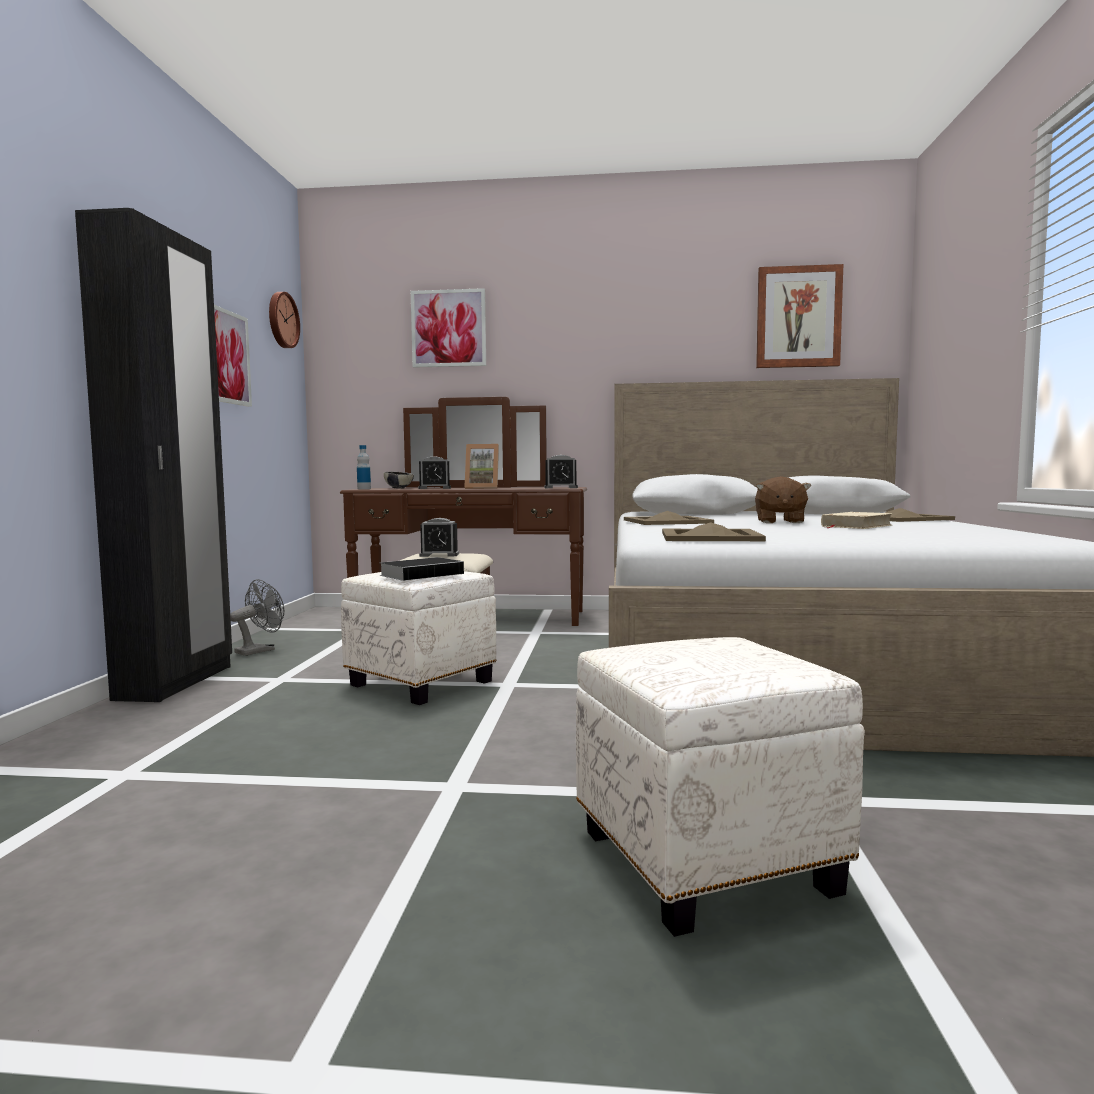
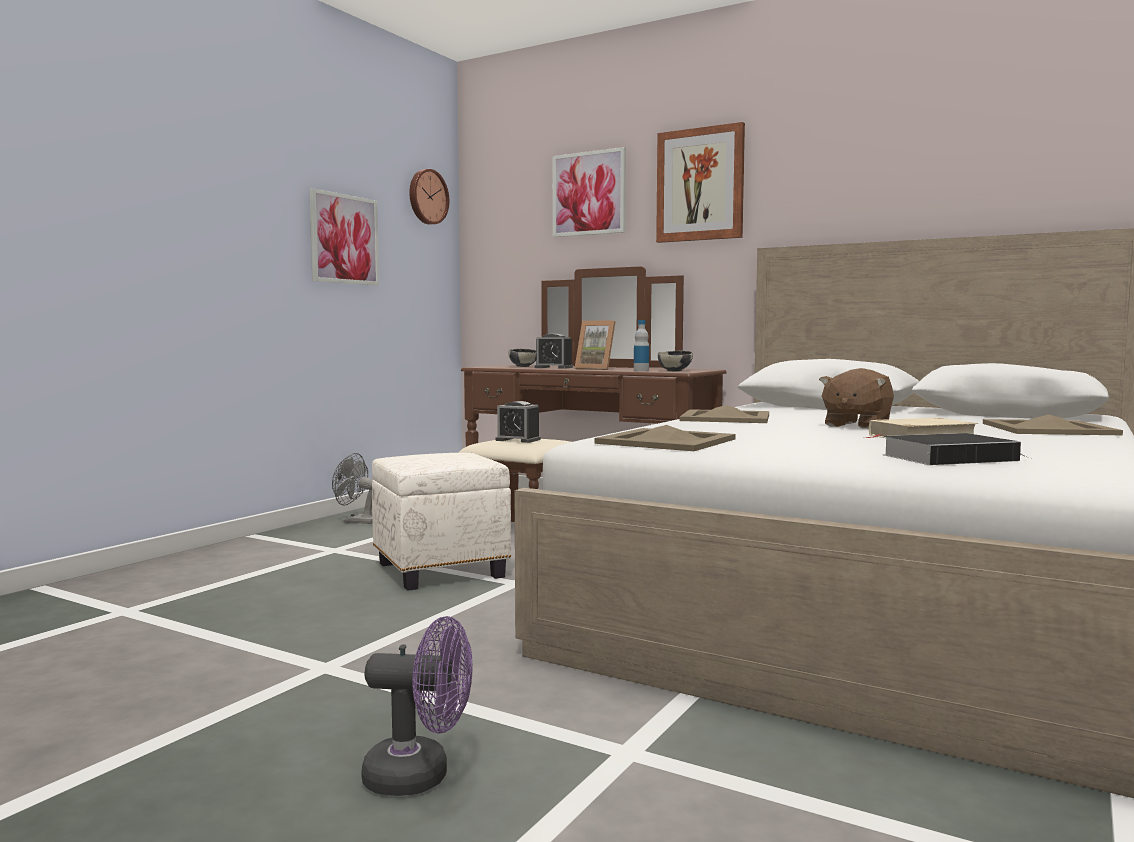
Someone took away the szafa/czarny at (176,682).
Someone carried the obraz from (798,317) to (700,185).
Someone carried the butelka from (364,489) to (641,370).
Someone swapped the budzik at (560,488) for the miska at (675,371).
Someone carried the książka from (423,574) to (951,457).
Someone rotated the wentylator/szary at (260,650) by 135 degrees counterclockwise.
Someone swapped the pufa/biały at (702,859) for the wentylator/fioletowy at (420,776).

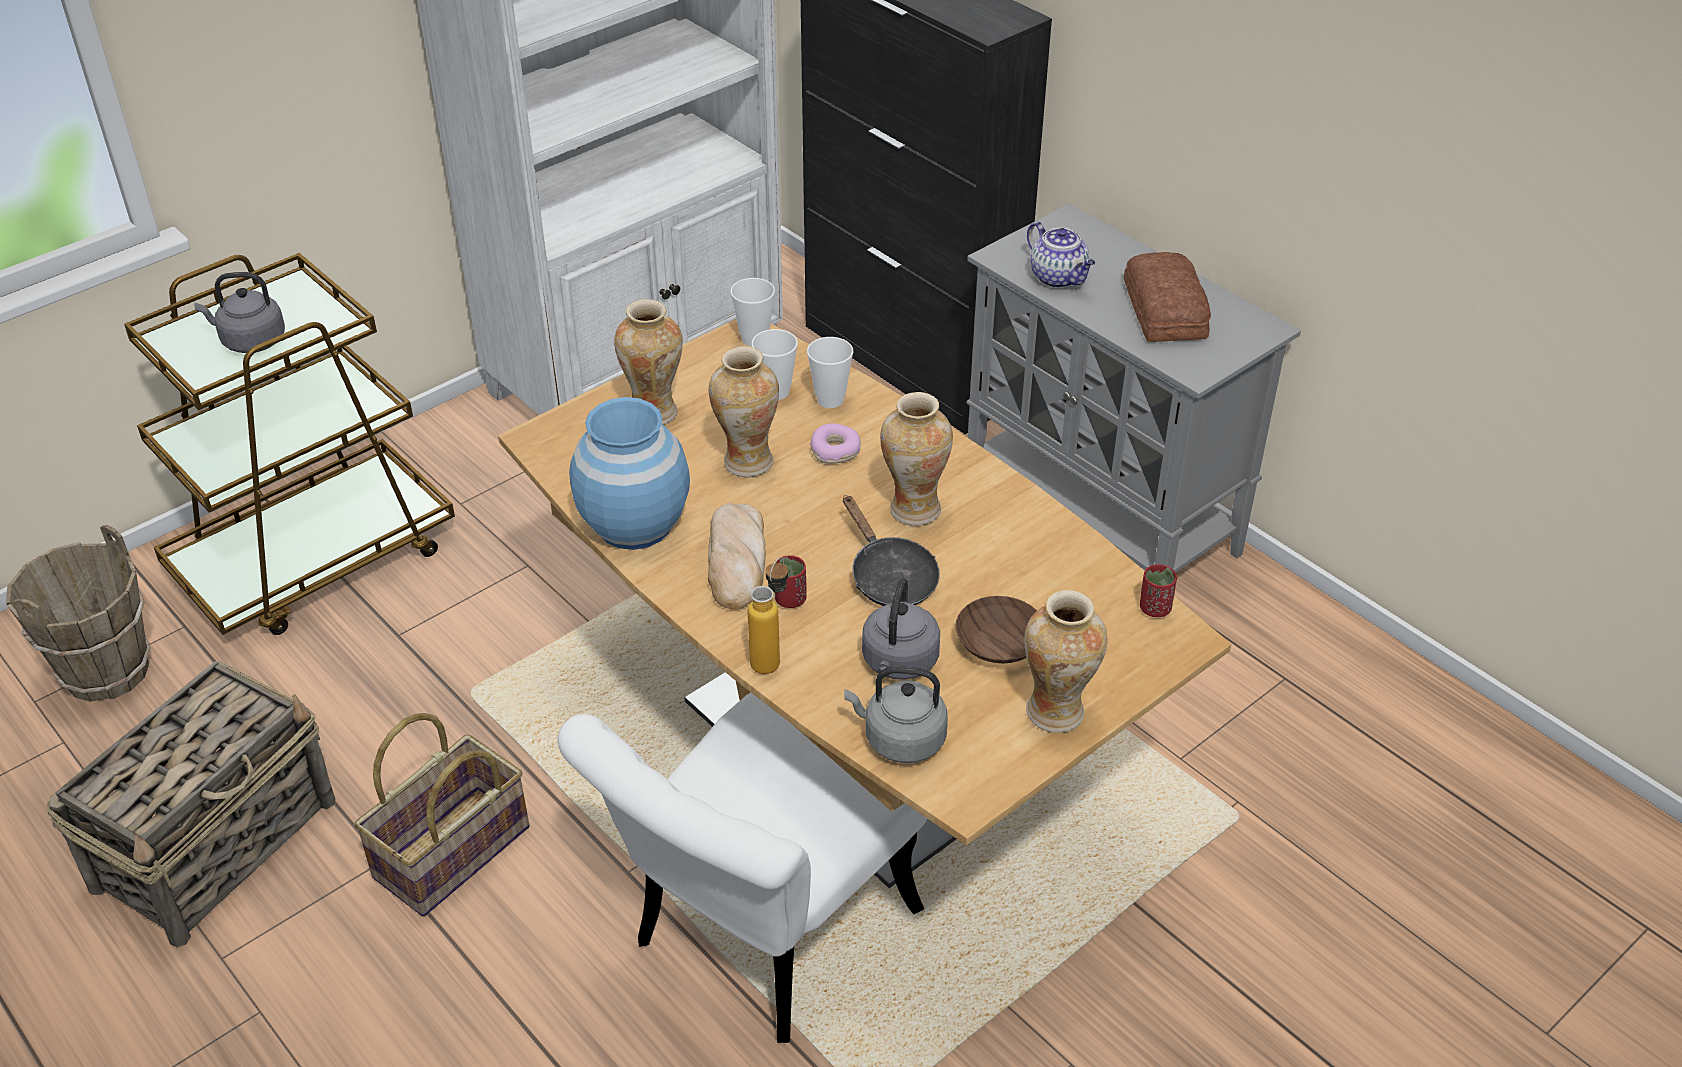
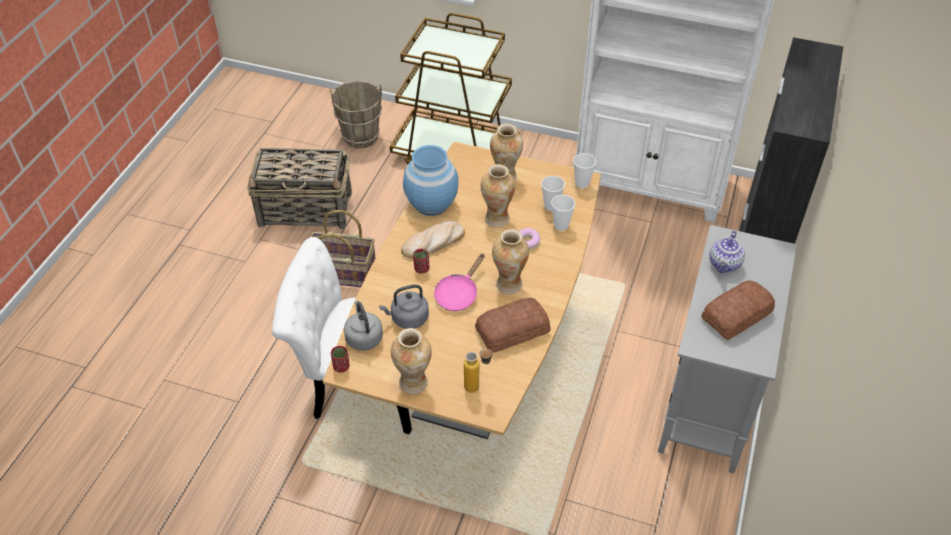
Someone took away the czajnik/szary at (250,341).
Someone repainted the patelnia/czarny at (889,577), which became the patelnia/różowy at (458,294).
Someone carried the butelka from (771,656) to (478,387).
Someone carried the filiżanka/czerwony from (1155,608) to (341,367).
Someone took away the miska/brązowy at (997,642).
Someone put down the chleb at (511,330).

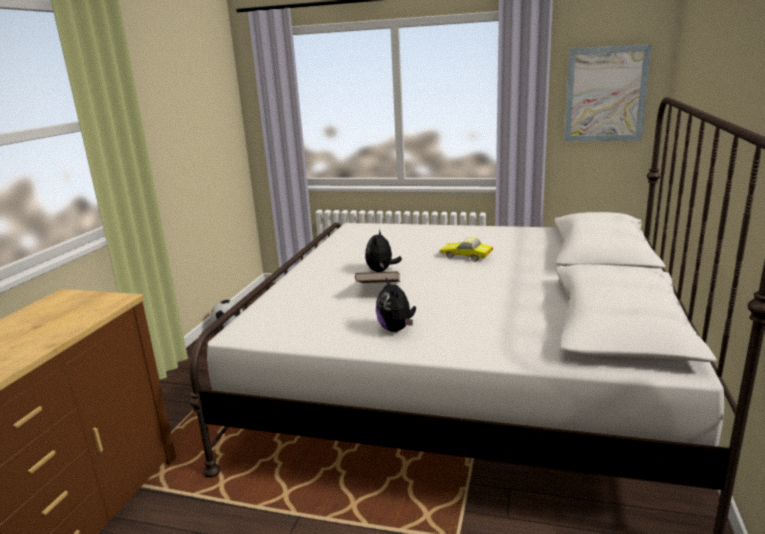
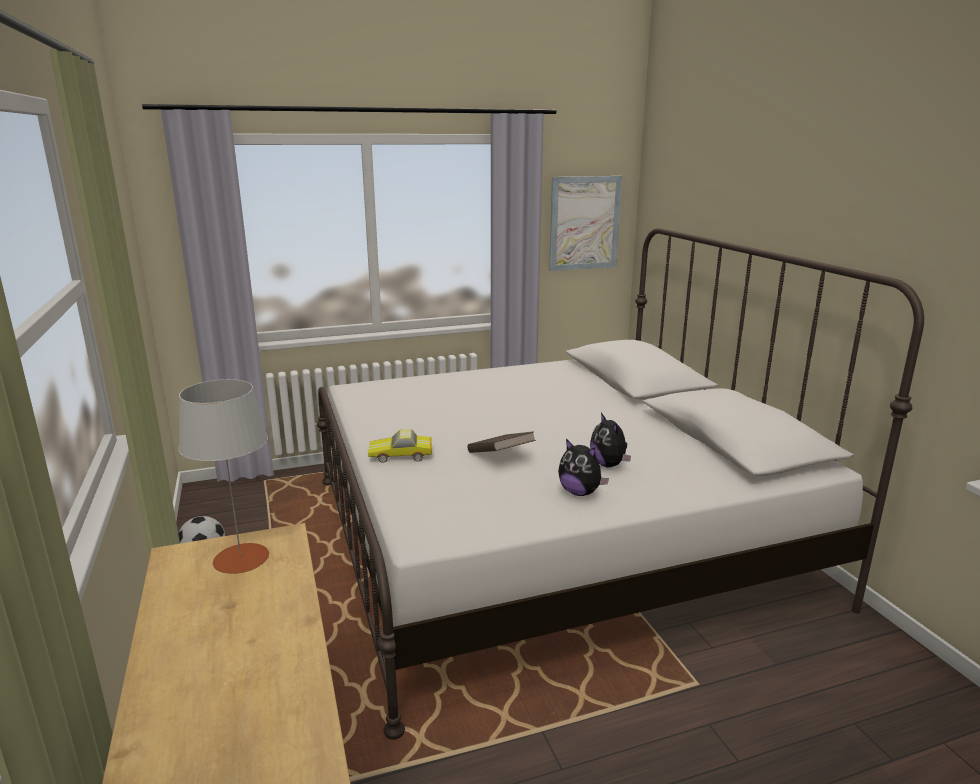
Someone carried the pluszak from (381,271) to (609,465).
Someone carried the samochodzik from (466,256) to (401,455).
Someone put down the lampa stołowa/szary at (241,558).

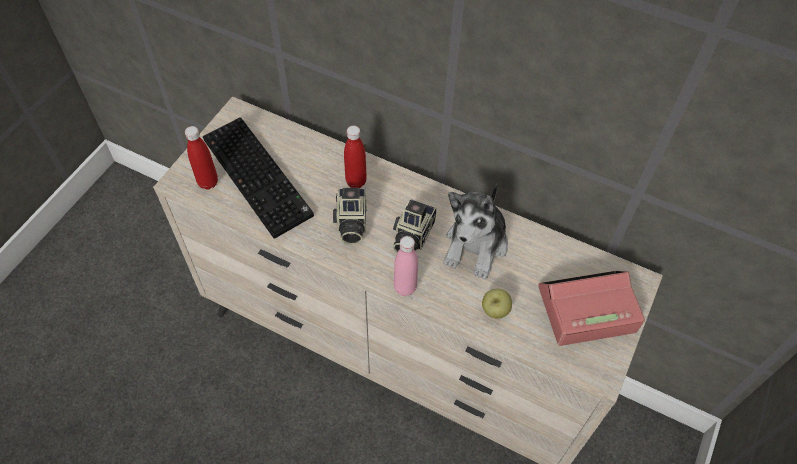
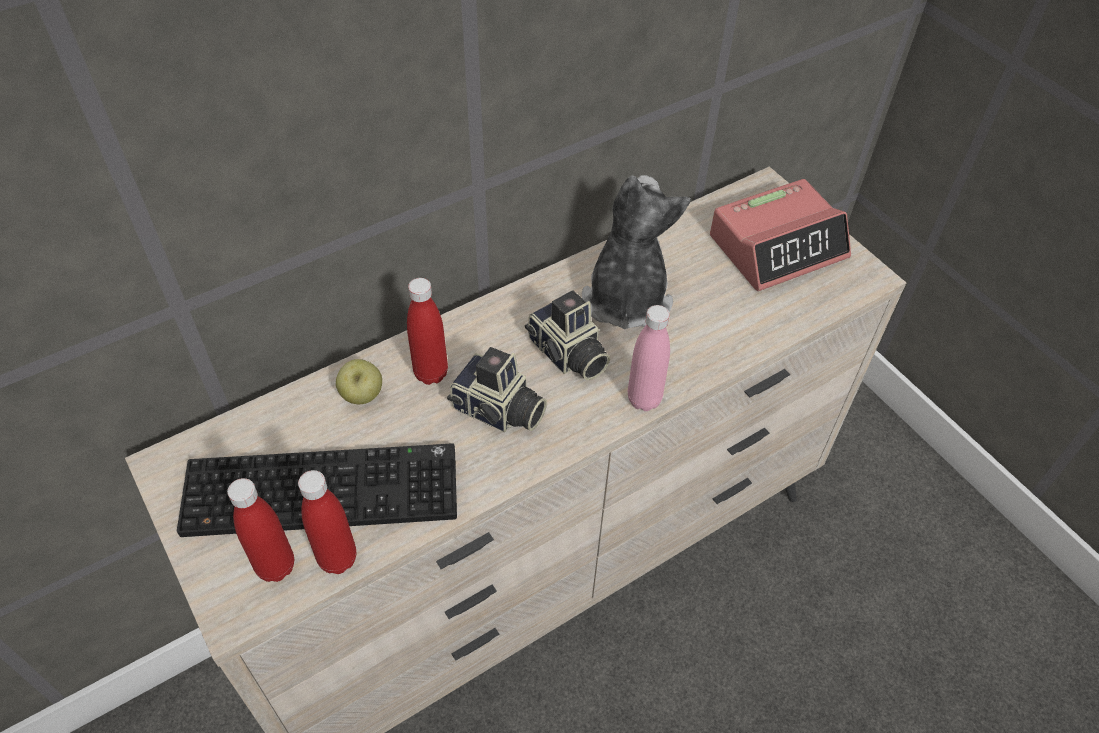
Someone rotated the pluszak at (476,245) by 135 degrees counterclockwise.
Someone rotated the budzik at (586,309) by 135 degrees counterclockwise.
Someone carried the jabłko from (495,310) to (362,395).
Someone put down the butelka/czerwony at (337,559).

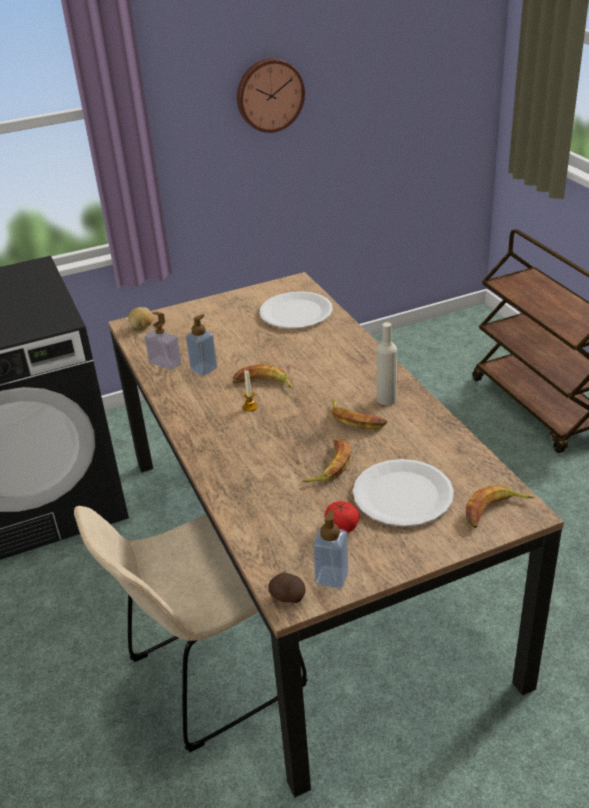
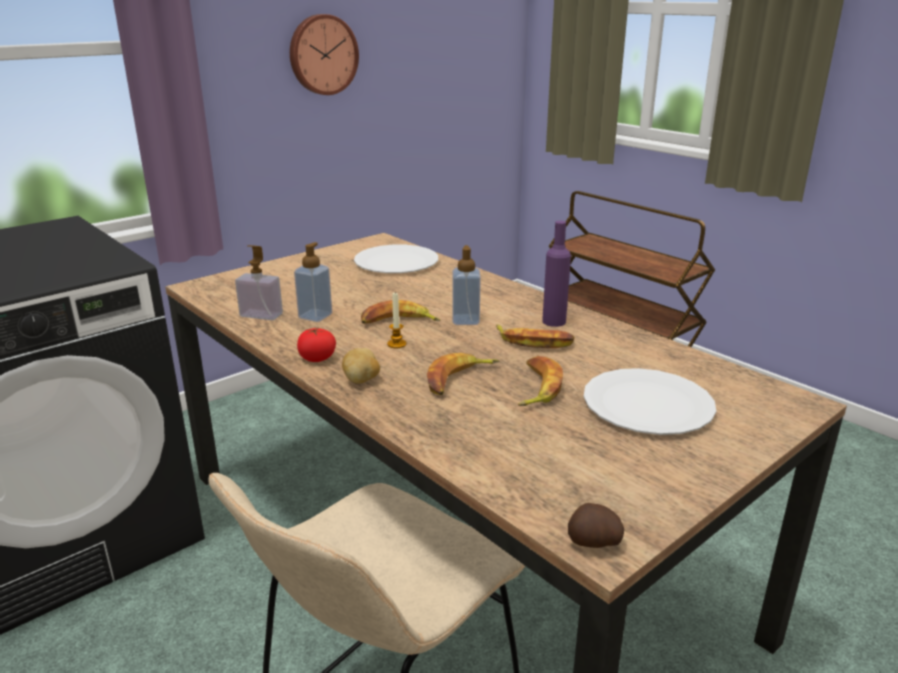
Someone carried the ziemniak from (142,327) to (361,380).
Someone repainted the butelka/beżowy at (386,399), which became the butelka/fioletowy at (554,321).
Someone carried the banan from (494,511) to (458,379).
Someone carried the pomidor from (341,527) to (317,358).
Someone carried the dozownik mydła from (332,577) to (465,320).

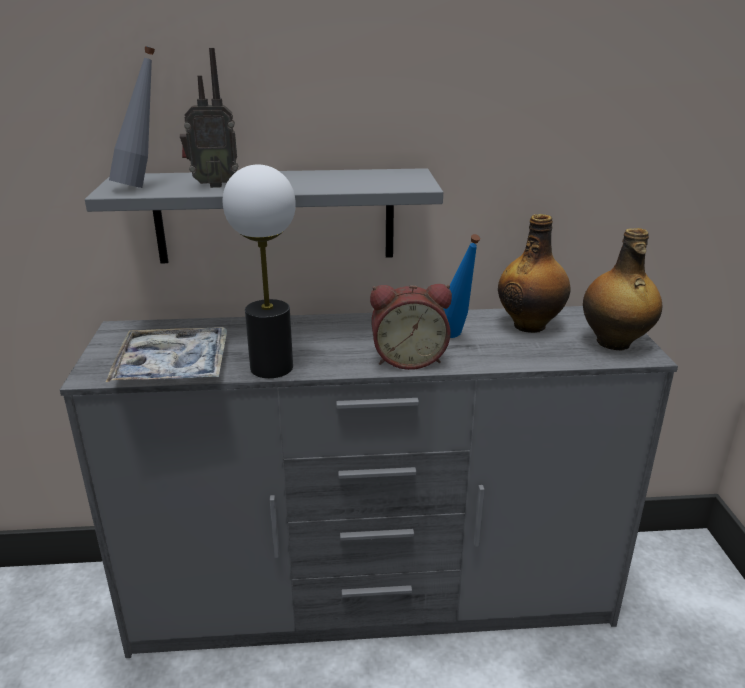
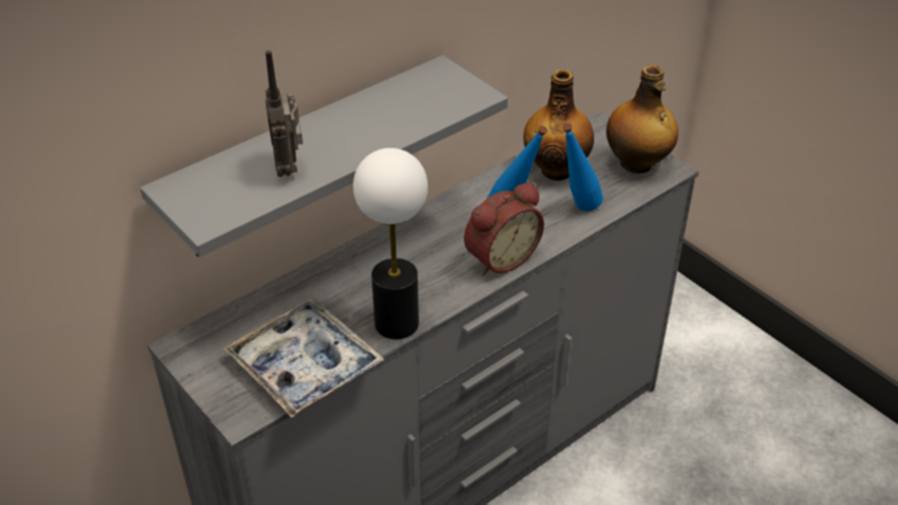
Someone took away the butelka/szary at (143,186).
Someone rotated the radio at (213,185) by 120 degrees clockwise.
Someone put down the butelka/niebieski at (576,210).

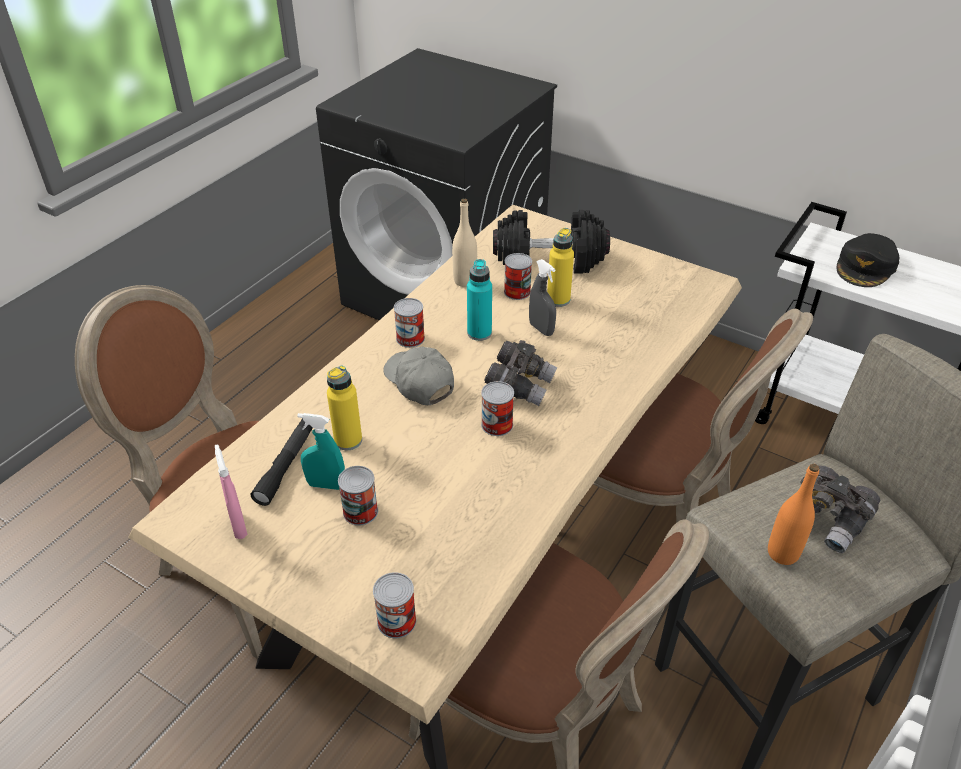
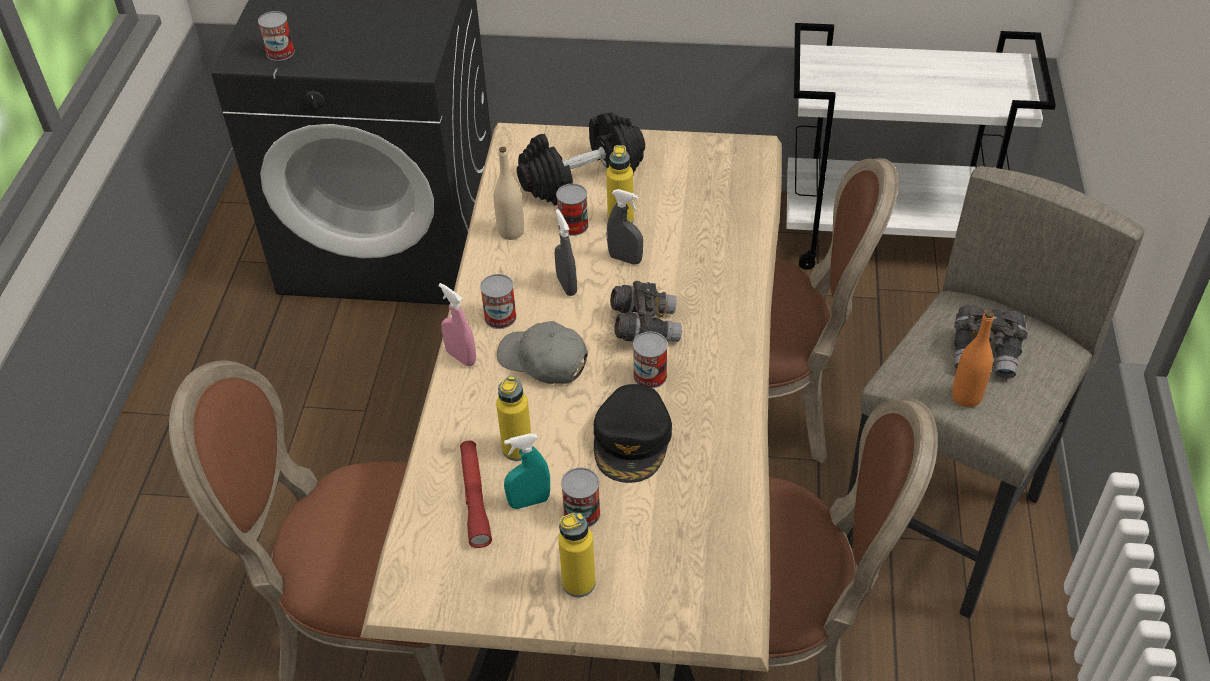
Someone carried the czapka z daszkiem/czarny from (866,267) to (632,440).
Someone swapped the butelka/turkusowy at (479,333) for the spryskiwacz/szary at (566,285).
Someone repainted the latarka/czarny at (287,465), which became the latarka/czerwony at (475,498).
Someone carried the spryskiwacz/różowy from (238,526) to (461,357).
Someone carried the puszka from (396,621) to (280,52).
Someone put down the butelka/żółty at (578,583).

